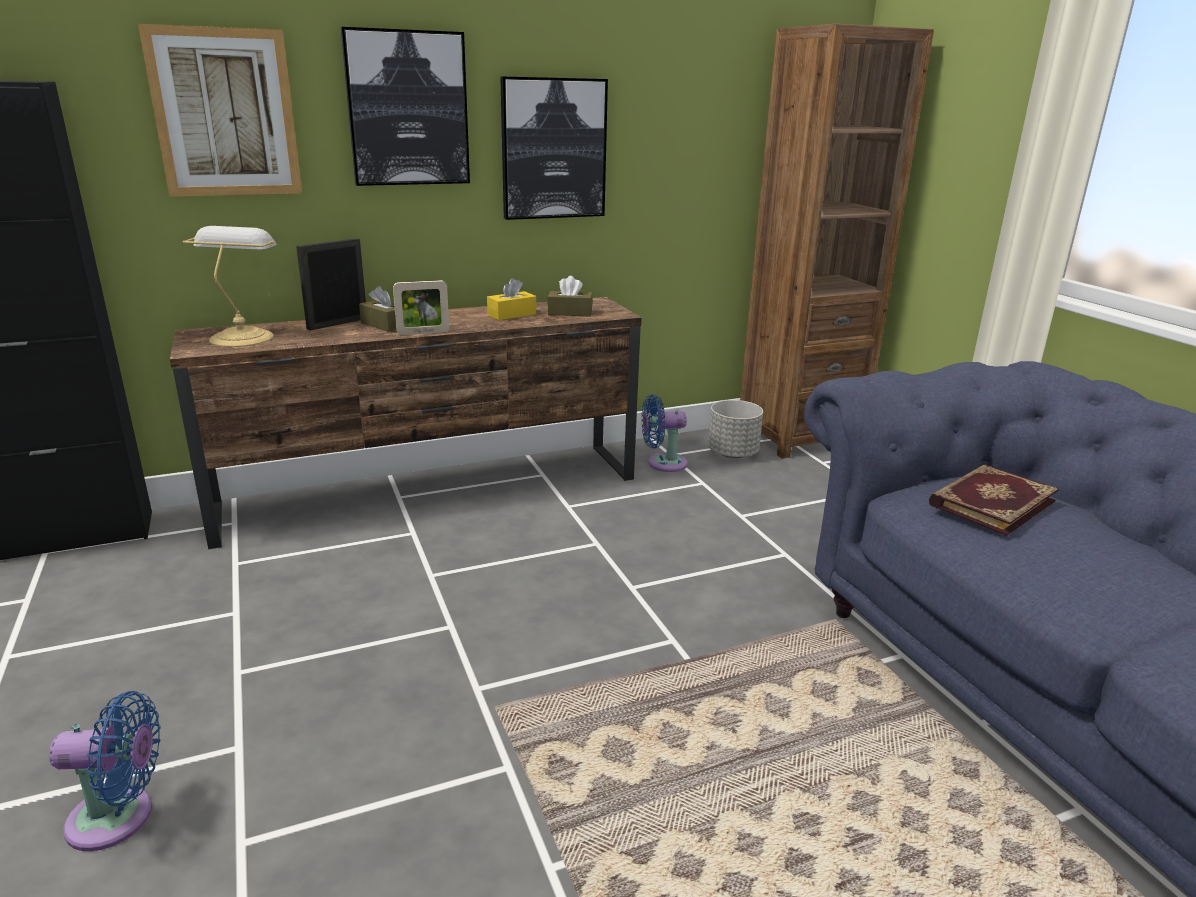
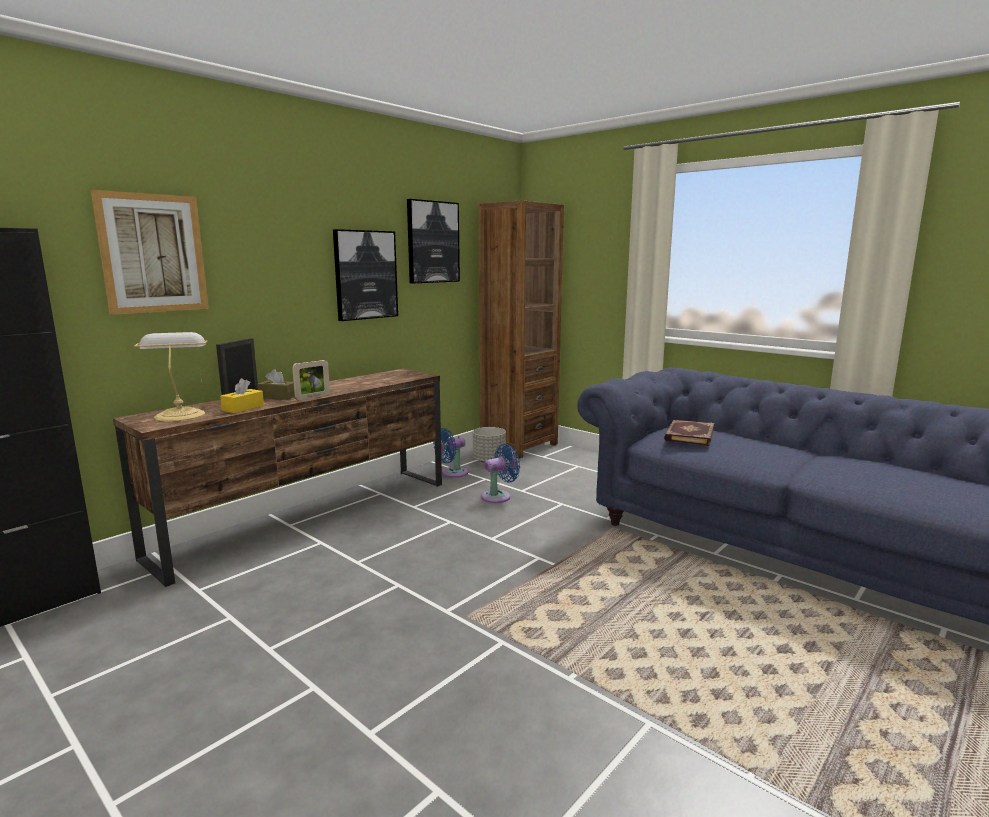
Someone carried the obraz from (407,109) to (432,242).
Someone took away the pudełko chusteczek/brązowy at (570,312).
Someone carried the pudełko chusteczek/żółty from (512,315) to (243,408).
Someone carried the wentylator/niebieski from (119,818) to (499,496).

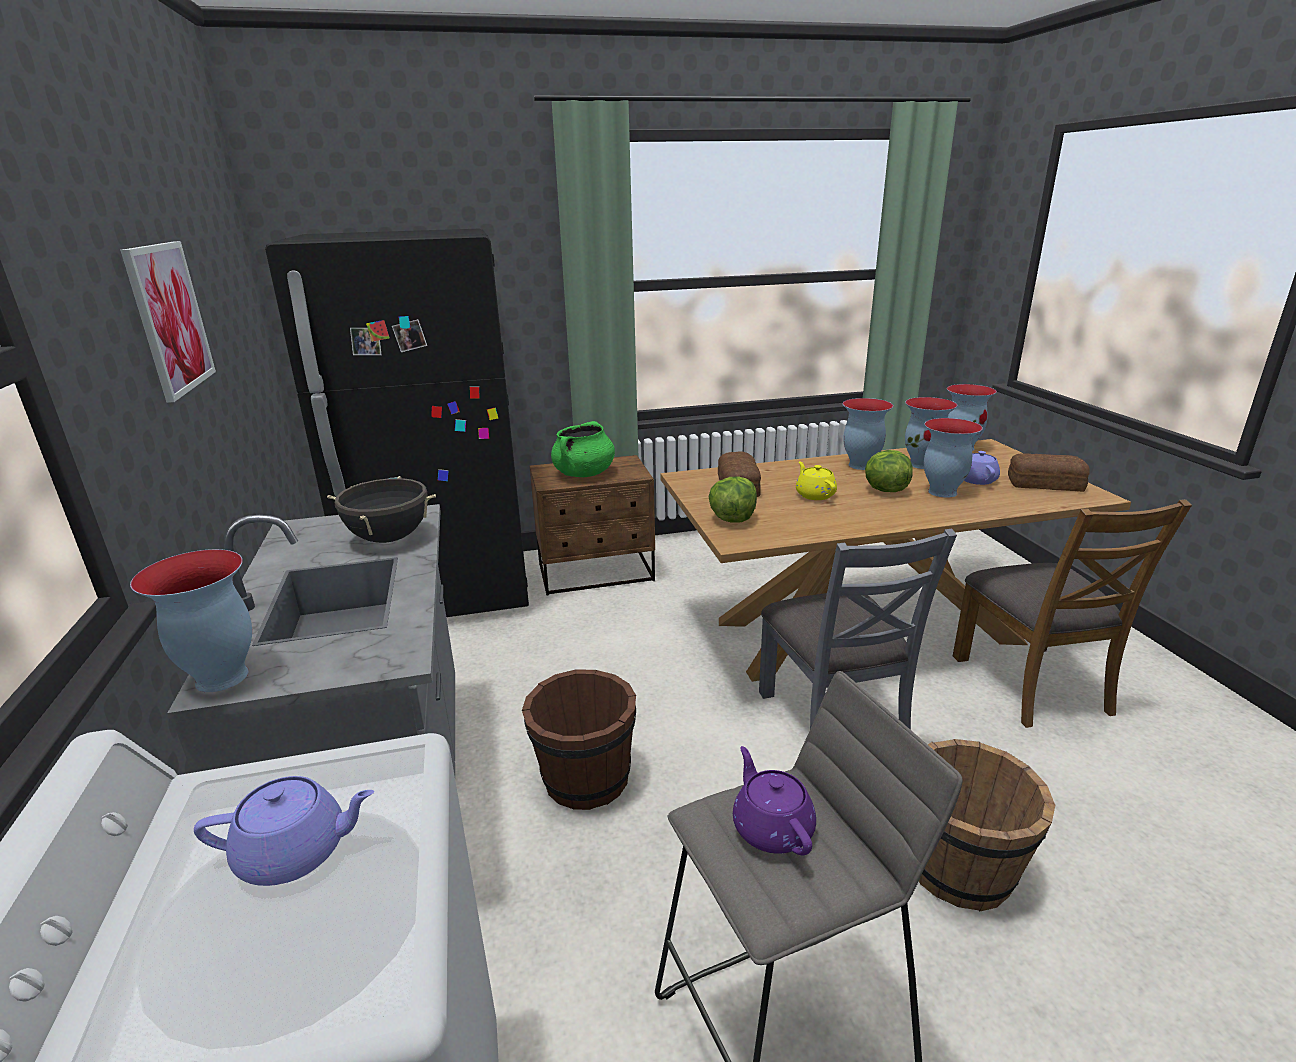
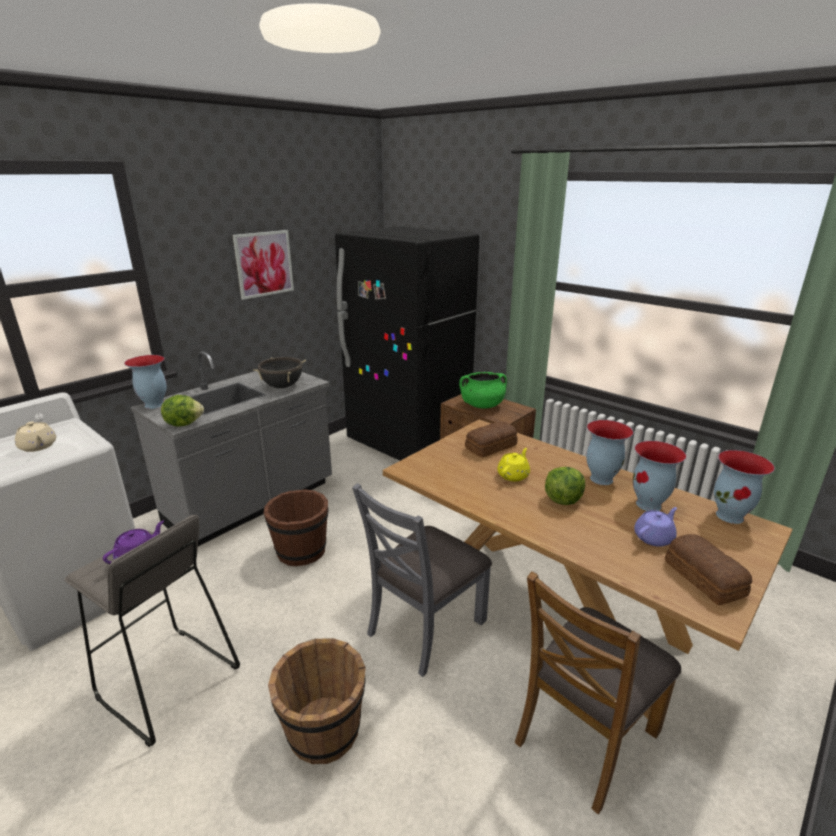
Someone took away the wazon at (941,492).
Someone carried the sałata from (732,519) to (184,423).
Someone repainted the imbryk/fioletowy at (296,852), which became the imbryk/beżowy at (38,447).

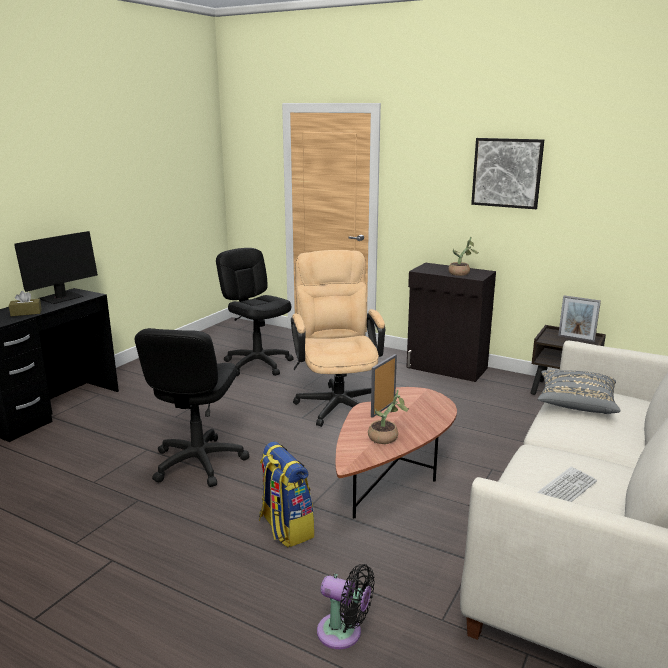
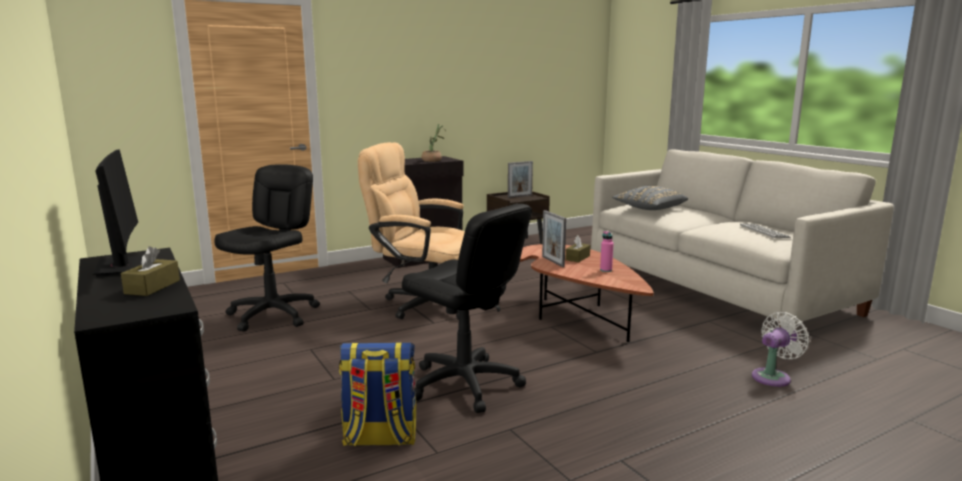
Someone took away the obraz at (507,173).
Someone rotated the krzesło biurowe/czarny at (258,364) by 120 degrees clockwise.
Someone swapped the roślina doniczkowa at (386,438) for the butelka/różowy at (606,270).
Someone carried the plecak from (285,528) to (380,438).
Someone repainted the wentylator/czarny at (343,633), which became the wentylator/biały at (773,377).
Someone put down the pudełko chusteczek/brązowy at (577,258).

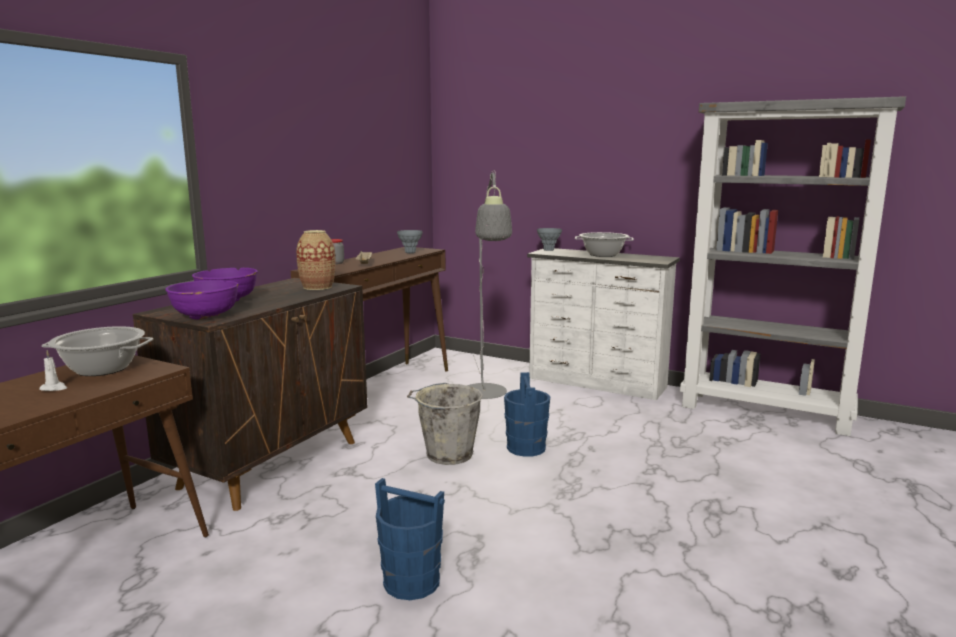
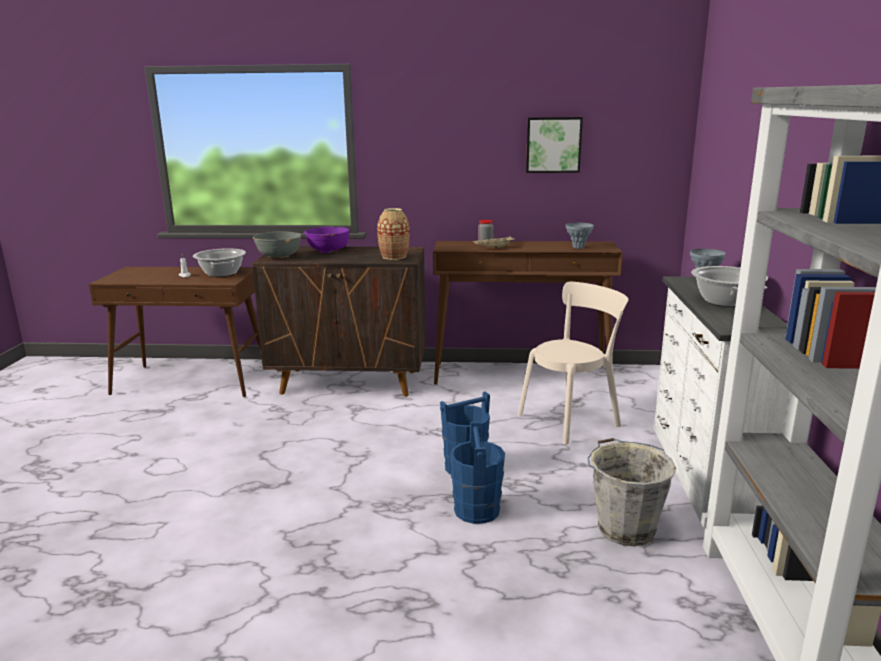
Someone swapped the lampa stojąca/szary at (486,395) for the krzesło/beżowy at (572,419).
Someone repainted the miska/fioletowy at (205,316), which became the miska/szary at (279,256).
Someone carried the wiadro/szary from (447,454) to (625,528).
Someone carried the wiadro/niebieski from (411,581) to (477,510).
Someone put up the obraz at (553,145).

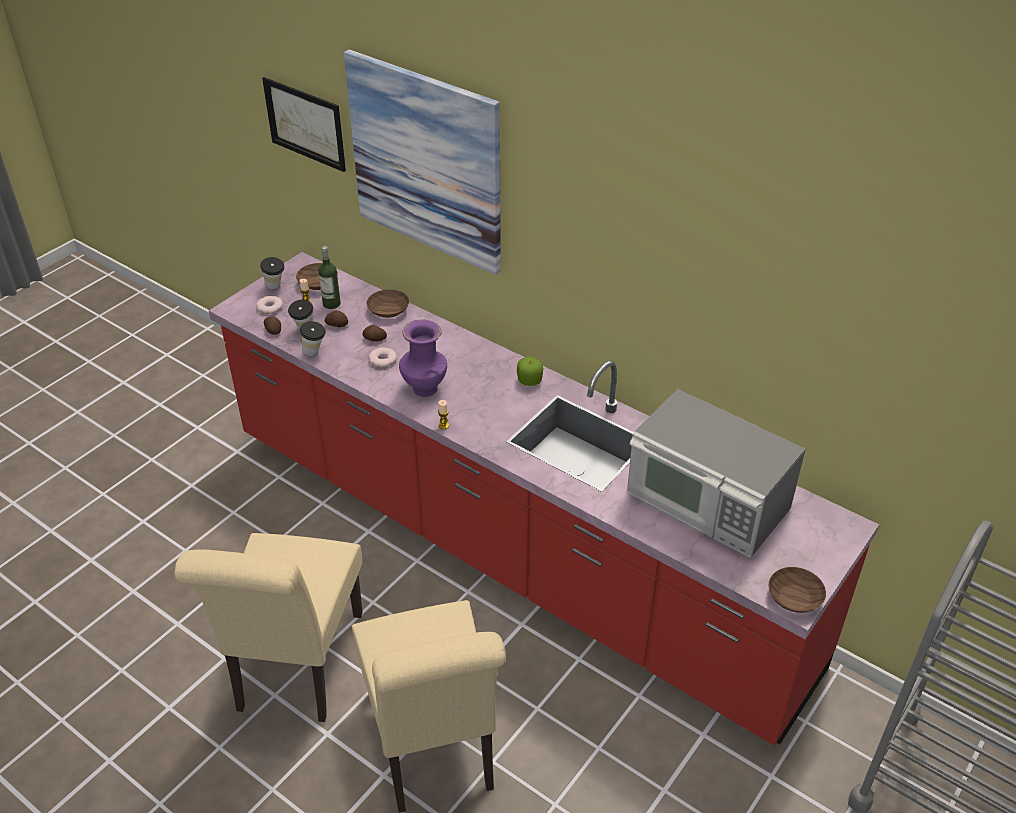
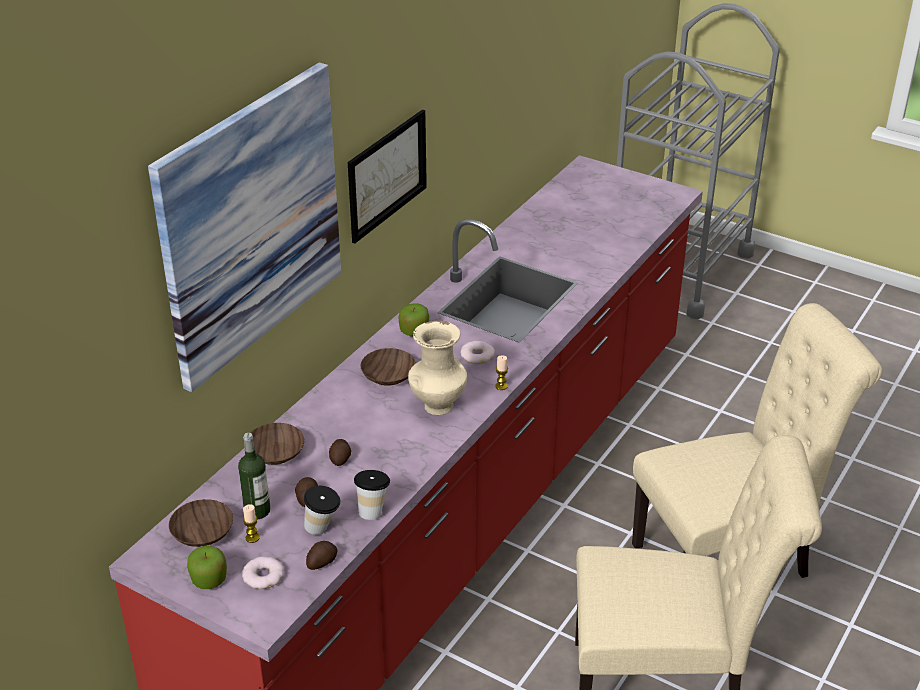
Someone carried the obraz from (305,124) to (387,175).
Someone swapped the filiżanka at (275,287) for the jabłko at (209,579).
Someone repainted the wazon/fioletowy at (424,388), which became the wazon/beżowy at (437,406).
Someone carried the donut from (383,360) to (477,355).
Someone took away the mikrofalówka at (707,502).
Someone carried the miska/brązowy from (793,597) to (388,377).

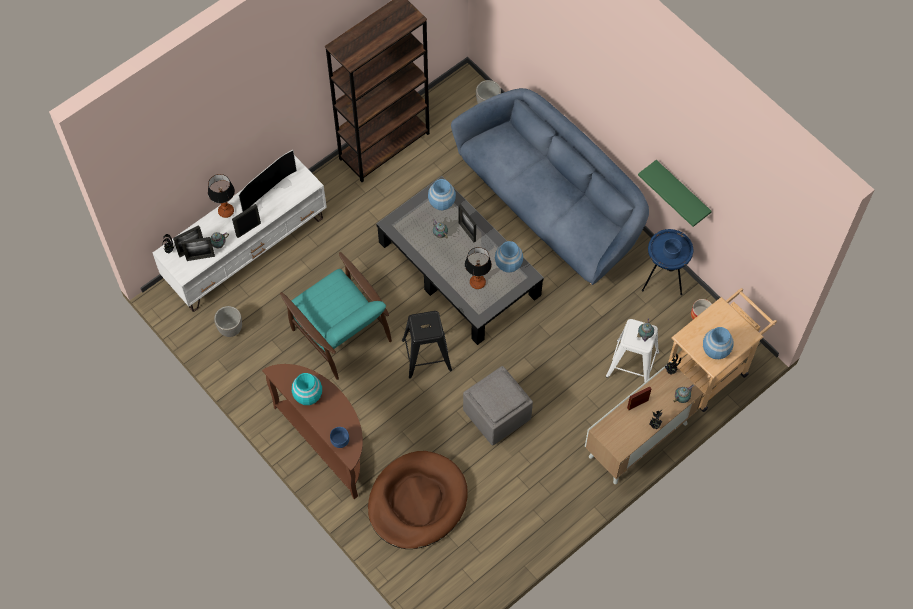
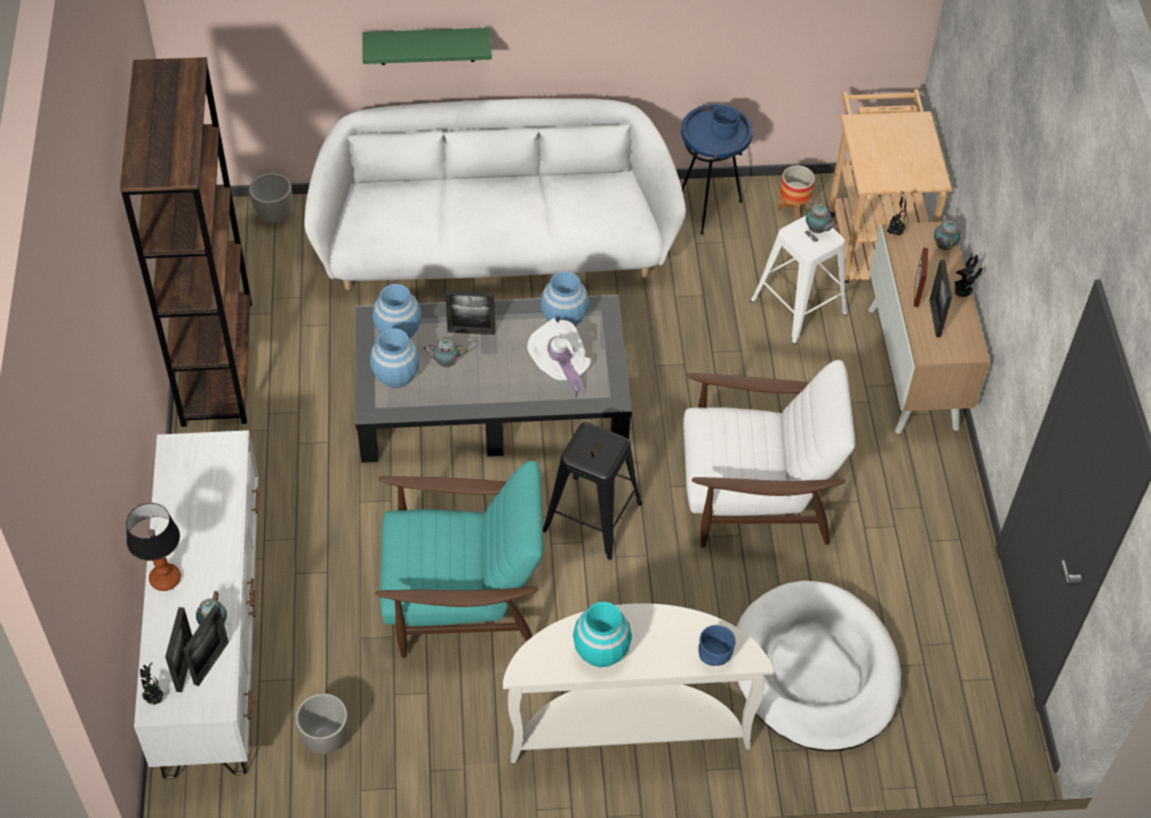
Someone repainted the kanapa/niebieski at (552,206), which became the kanapa/biały at (494,245).
Someone took away the telewizor at (267,191).
Someone carried the półka/zielony from (682,191) to (427,46).
Someone carried the ramka na zdjęcie from (248,229) to (935,318).
Someone swapped the lampa stołowa at (477,282) for the kapelusz/biały at (560,367).
Someone carried the wazon/niebieski from (716,350) to (396,375).
Someone repainted the stolik konsolowy/brązowy at (327,442), which became the stolik konsolowy/biały at (628,726).
Someone swapped the pufa/szary at (496,415) for the fotel/biały at (754,494).
Someone repainted the legowisko/brązowy at (417,502), which became the legowisko/biały at (815,671).

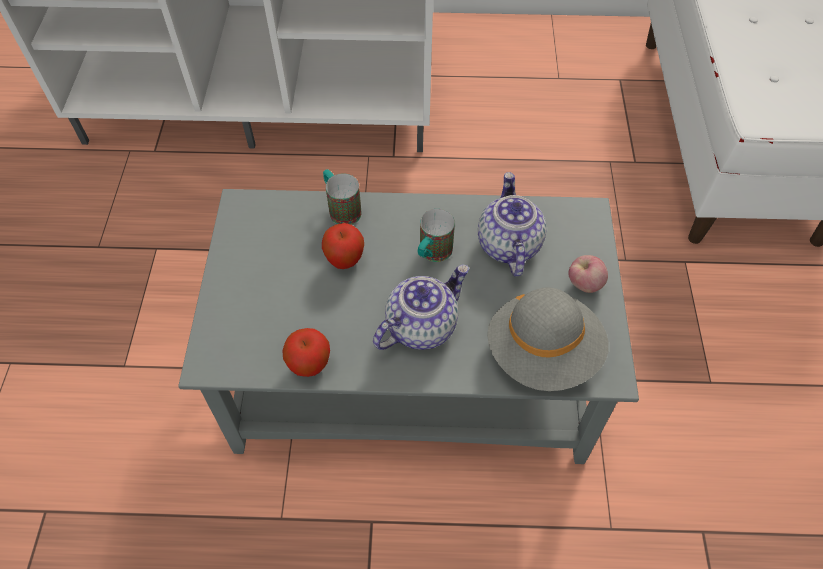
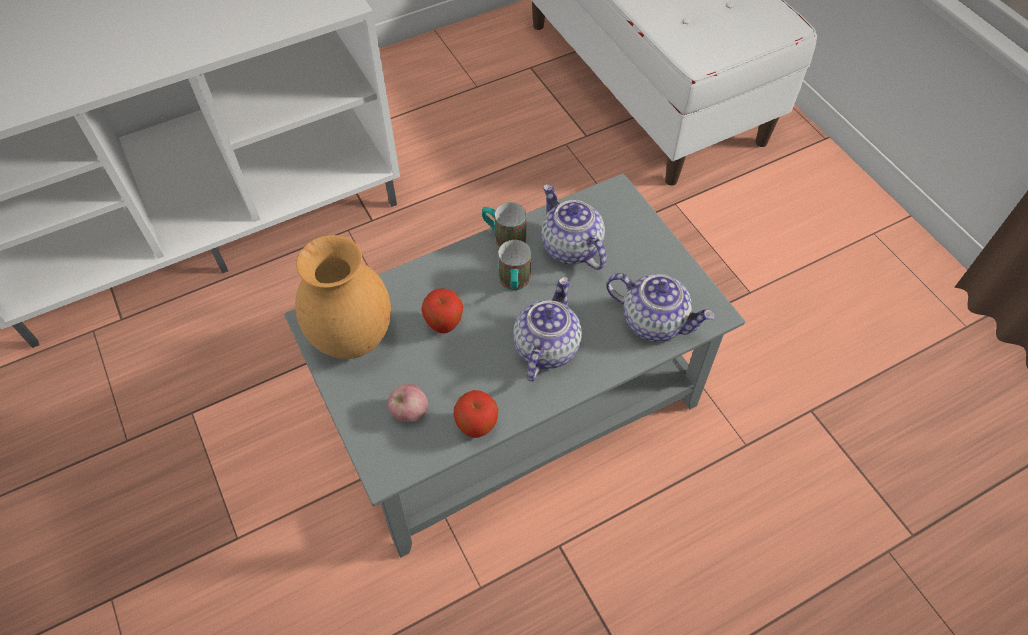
Someone carried the kubek from (341,208) to (504,238).
Someone carried the jabłko from (584,284) to (409,412).
Someone swapped the kapelusz/szary at (543,353) for the imbryk at (654,321).
Someone put down the wazon/brązowy at (352,340).

